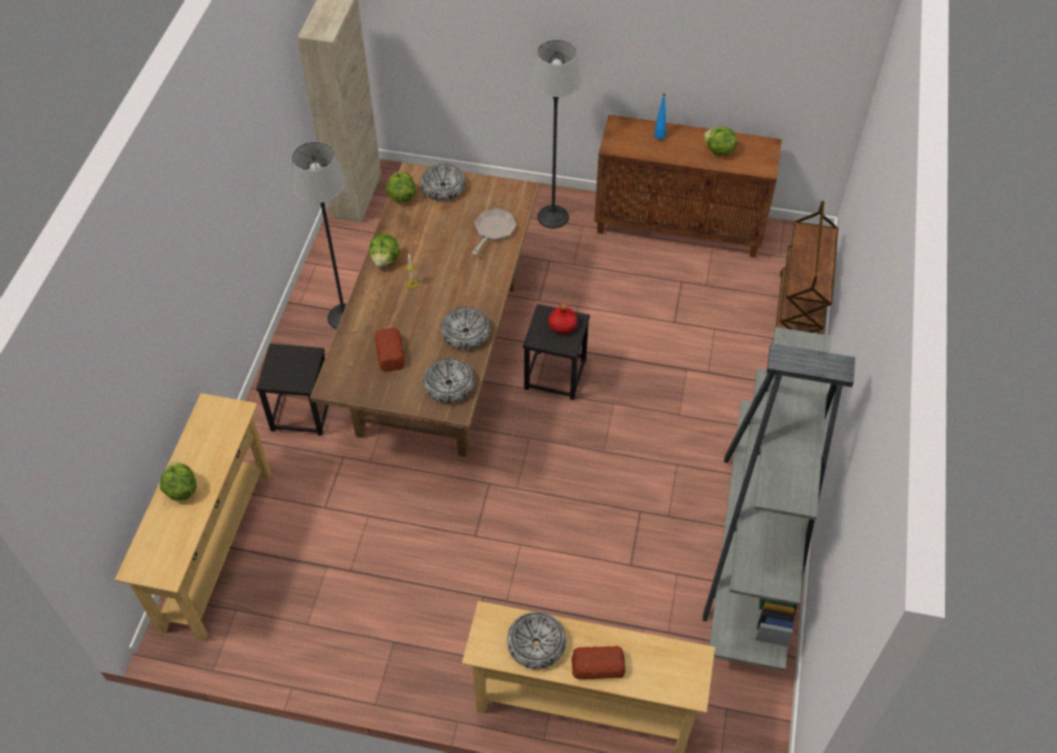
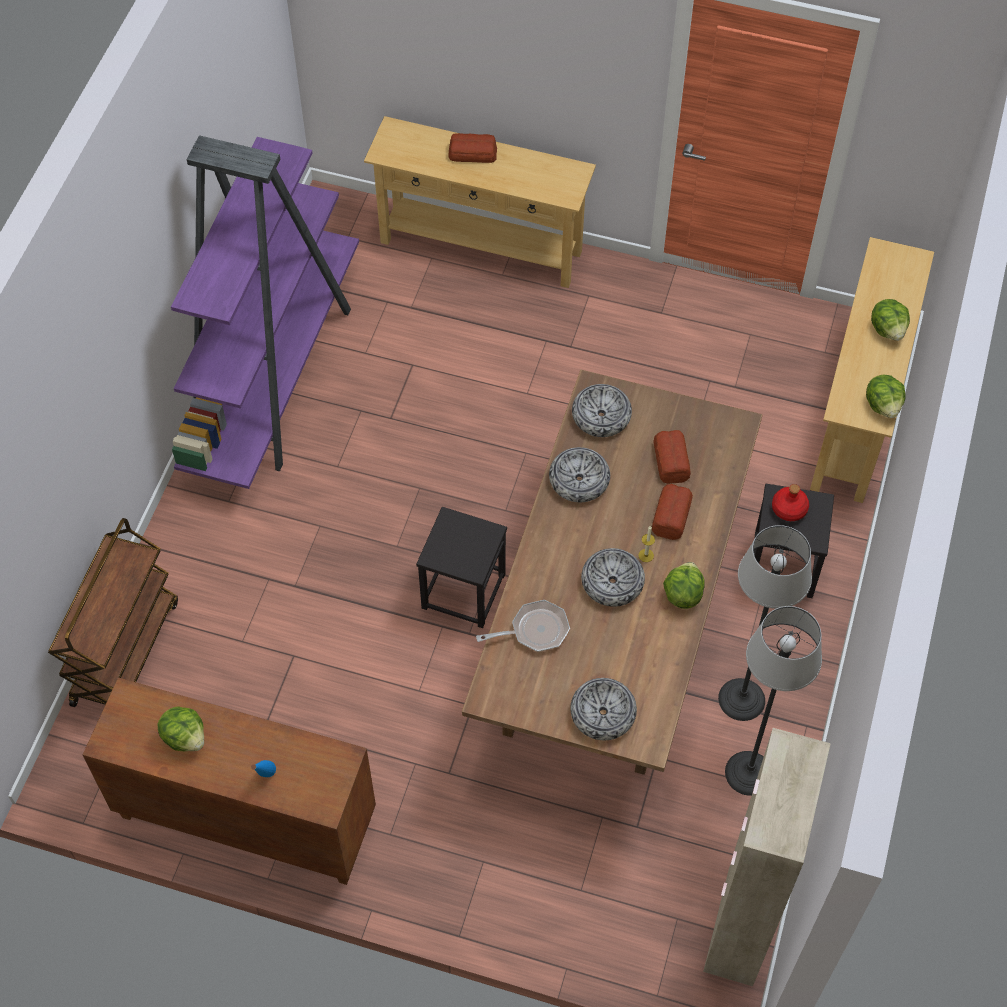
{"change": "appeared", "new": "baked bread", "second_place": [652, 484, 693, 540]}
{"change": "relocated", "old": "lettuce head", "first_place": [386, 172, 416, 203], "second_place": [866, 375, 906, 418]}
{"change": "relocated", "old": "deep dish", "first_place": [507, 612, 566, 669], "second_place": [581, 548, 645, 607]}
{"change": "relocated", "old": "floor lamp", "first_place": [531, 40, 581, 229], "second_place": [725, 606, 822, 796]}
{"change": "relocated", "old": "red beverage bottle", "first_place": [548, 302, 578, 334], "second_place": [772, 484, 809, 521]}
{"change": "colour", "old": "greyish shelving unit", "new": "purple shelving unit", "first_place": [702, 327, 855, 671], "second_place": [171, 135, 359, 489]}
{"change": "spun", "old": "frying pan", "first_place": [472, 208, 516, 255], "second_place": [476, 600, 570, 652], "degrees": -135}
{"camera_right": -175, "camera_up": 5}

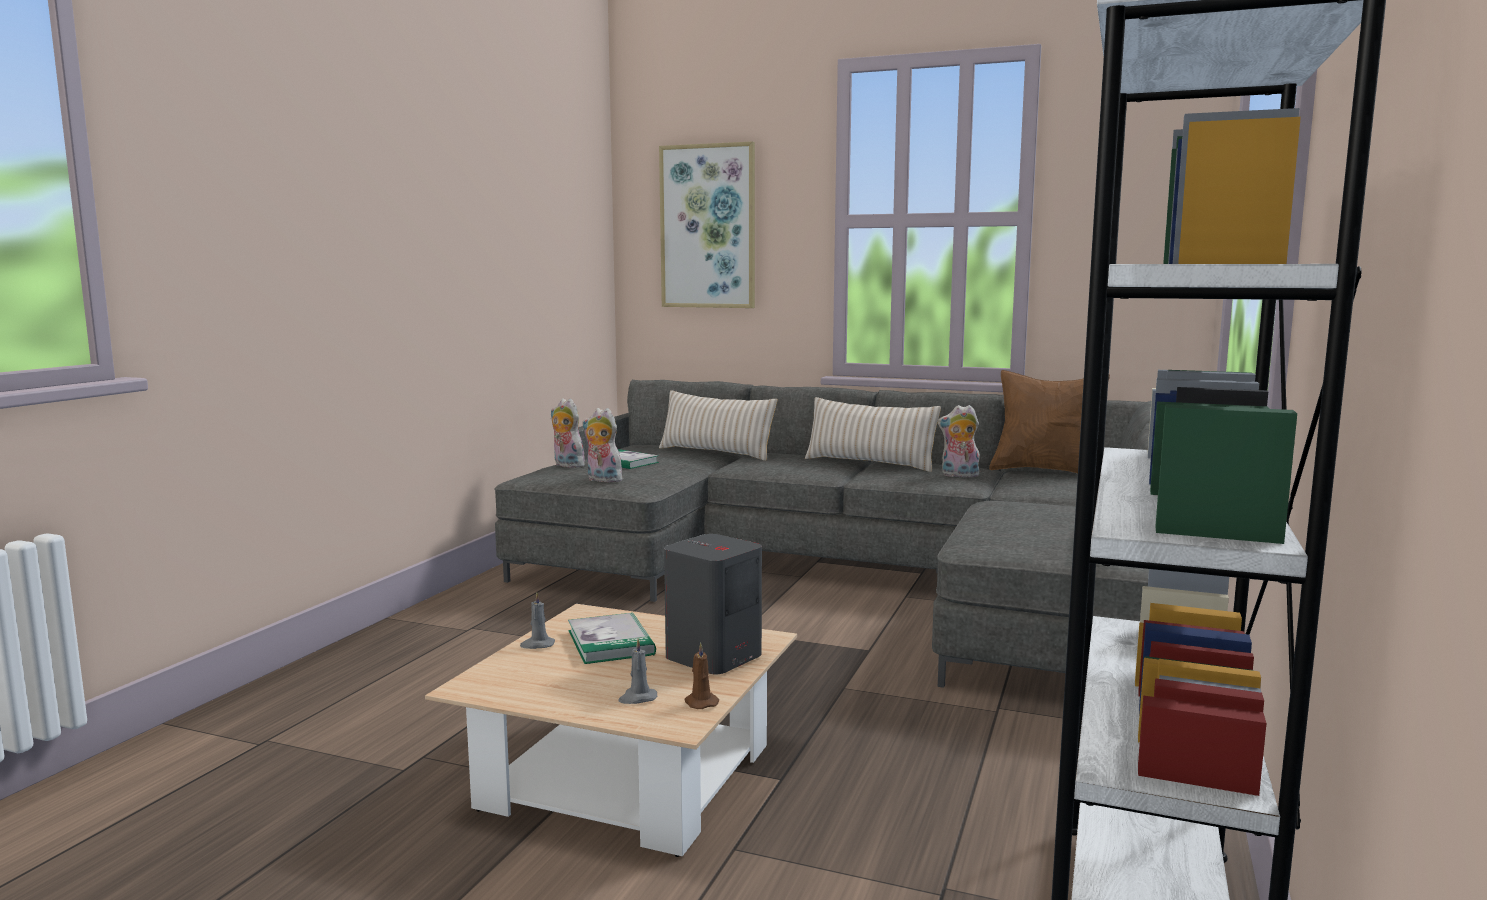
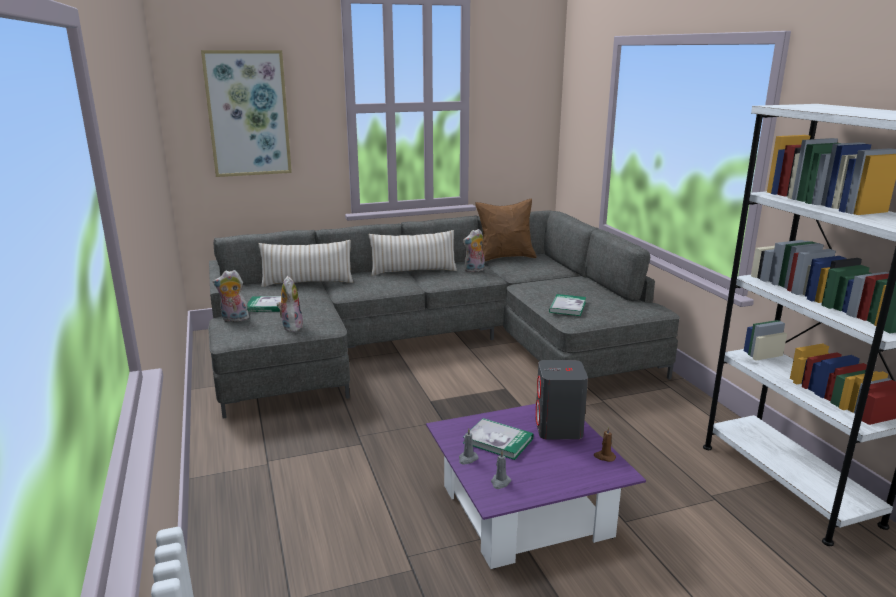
{"change": "appeared", "new": "book", "second_place": [549, 294, 586, 316]}
{"change": "relocated", "old": "greyish wax light", "first_place": [619, 638, 657, 704], "second_place": [491, 451, 511, 489]}
{"change": "colour", "old": "beige lounge table", "new": "purple lounge table", "first_place": [425, 604, 797, 857], "second_place": [426, 404, 646, 569]}
{"change": "spun", "old": "plush toy", "first_place": [582, 408, 623, 483], "second_place": [277, 276, 304, 332], "degrees": 90}
{"camera_right": -40, "camera_up": 10}

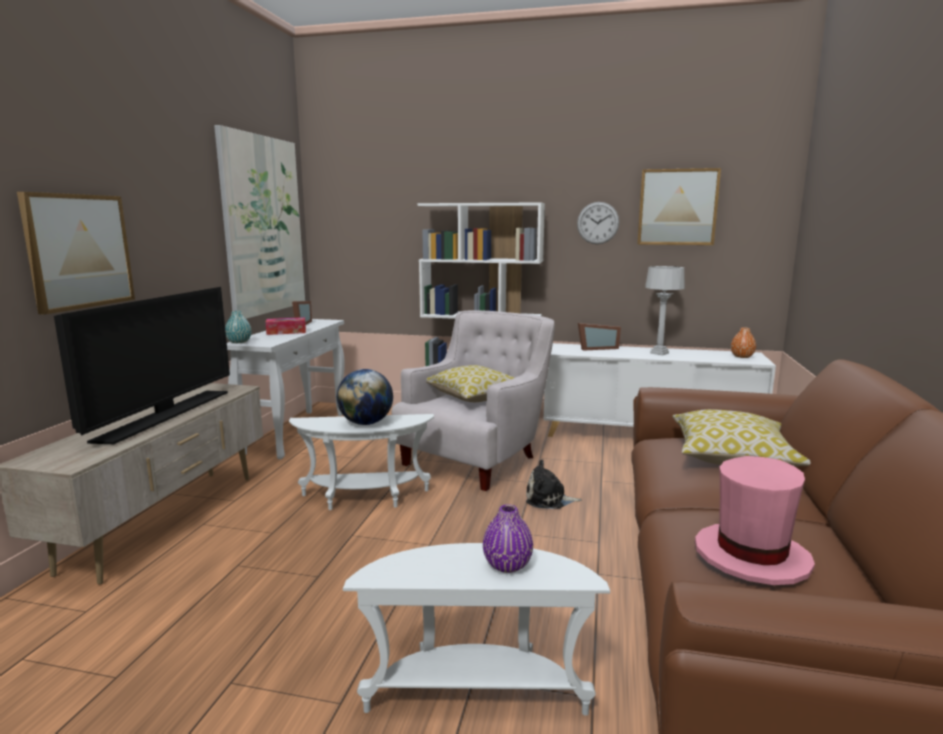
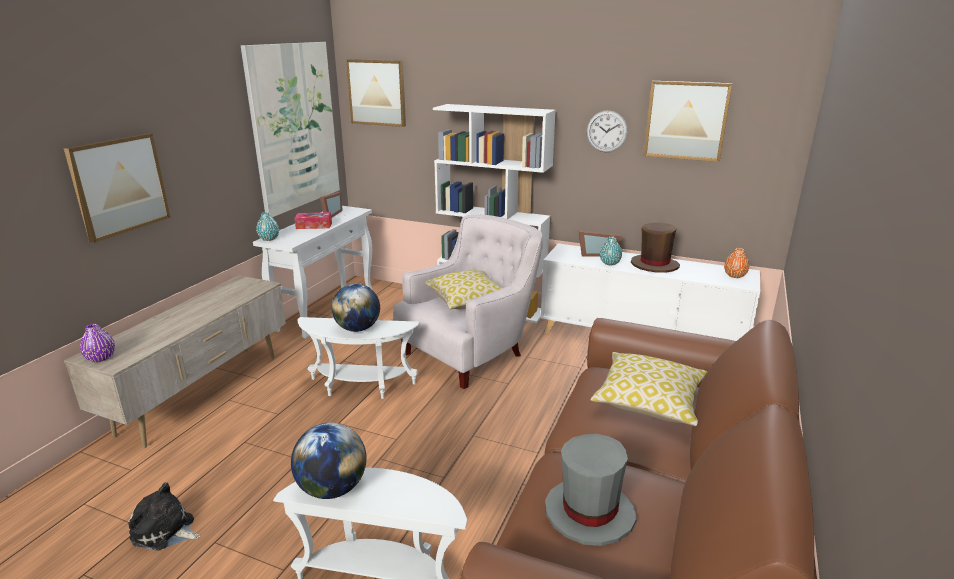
{"change": "missing", "old": "TV set", "first_place": [54, 287, 230, 444]}
{"change": "appeared", "new": "globe", "second_place": [291, 422, 366, 499]}
{"change": "appeared", "new": "wall art", "second_place": [346, 59, 406, 127]}
{"change": "appeared", "new": "turquoise-coloured flower vase", "second_place": [600, 236, 622, 265]}
{"change": "relocated", "old": "purple flower vase", "first_place": [483, 504, 533, 573], "second_place": [80, 323, 115, 362]}
{"change": "relocated", "old": "plush toy", "first_place": [526, 460, 582, 509], "second_place": [128, 483, 200, 551]}
{"change": "exchanged", "old": "greyish table lamp", "new": "brown-coloured clothing hat", "first_place": [645, 266, 685, 356], "second_place": [631, 222, 680, 273]}
{"change": "colour", "old": "pink-coloured clothing hat", "new": "greyish clothing hat", "first_place": [695, 456, 815, 585], "second_place": [545, 434, 637, 546]}
{"camera_right": 10, "camera_up": 10}

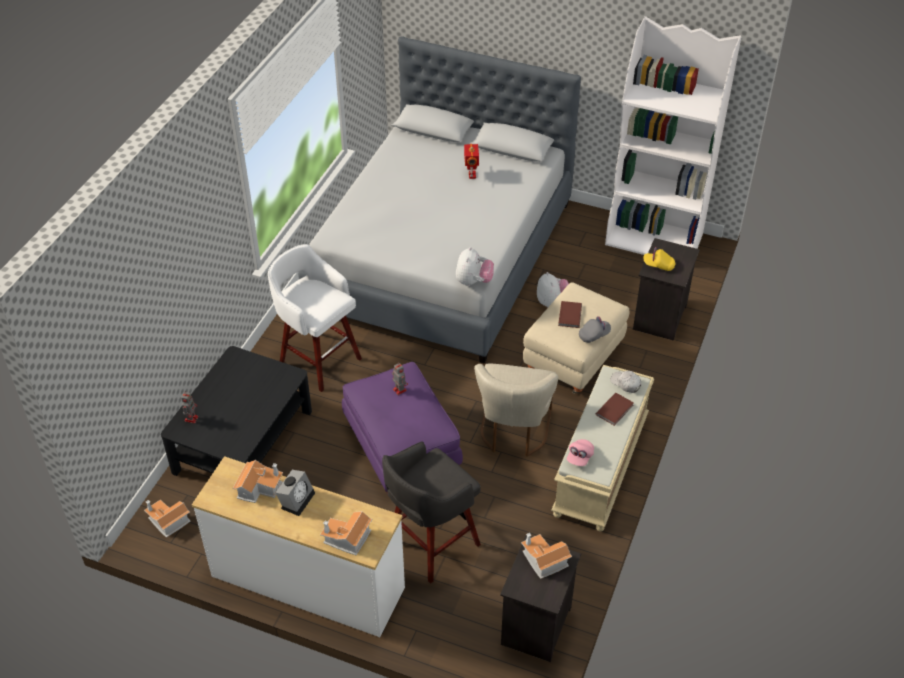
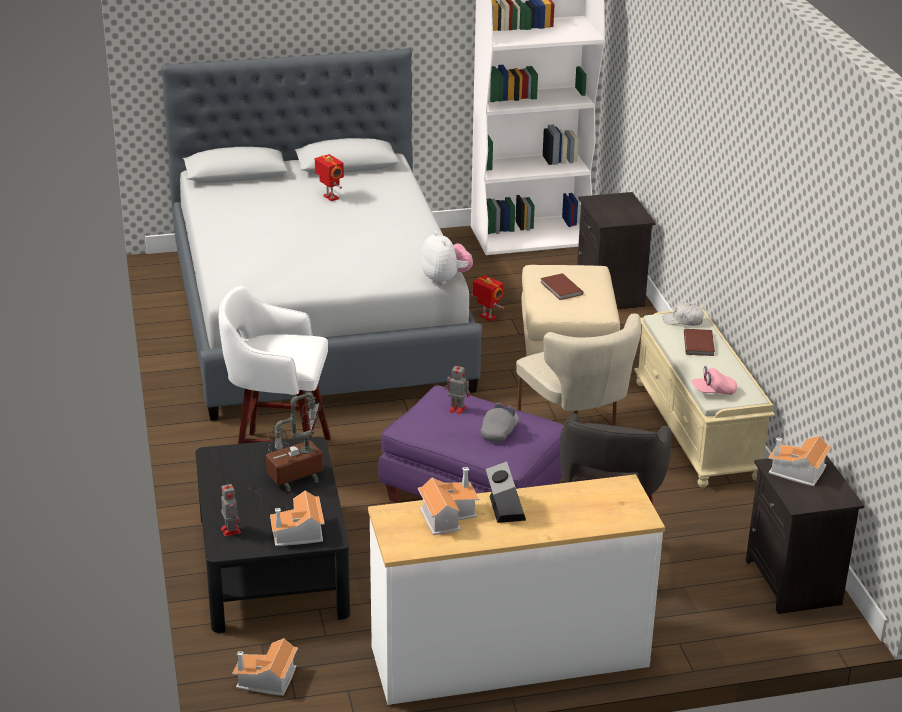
{"change": "missing", "old": "yellow-coloured baseball cap", "first_place": [643, 247, 675, 271]}
{"change": "appeared", "new": "table lamp", "second_place": [247, 392, 323, 511]}
{"change": "relocated", "old": "toy house", "first_place": [320, 511, 372, 555], "second_place": [270, 491, 325, 546]}
{"change": "relocated", "old": "greyish baseball cap", "first_place": [579, 316, 611, 343], "second_place": [481, 402, 519, 442]}
{"change": "exchanged", "old": "plush toy", "new": "model robot", "first_place": [537, 272, 569, 307], "second_place": [471, 275, 504, 321]}
{"change": "spun", "old": "pink-coloured baseball cap", "first_place": [567, 439, 594, 466], "second_place": [691, 366, 737, 395], "degrees": 90}
{"camera_right": -35, "camera_up": -15}

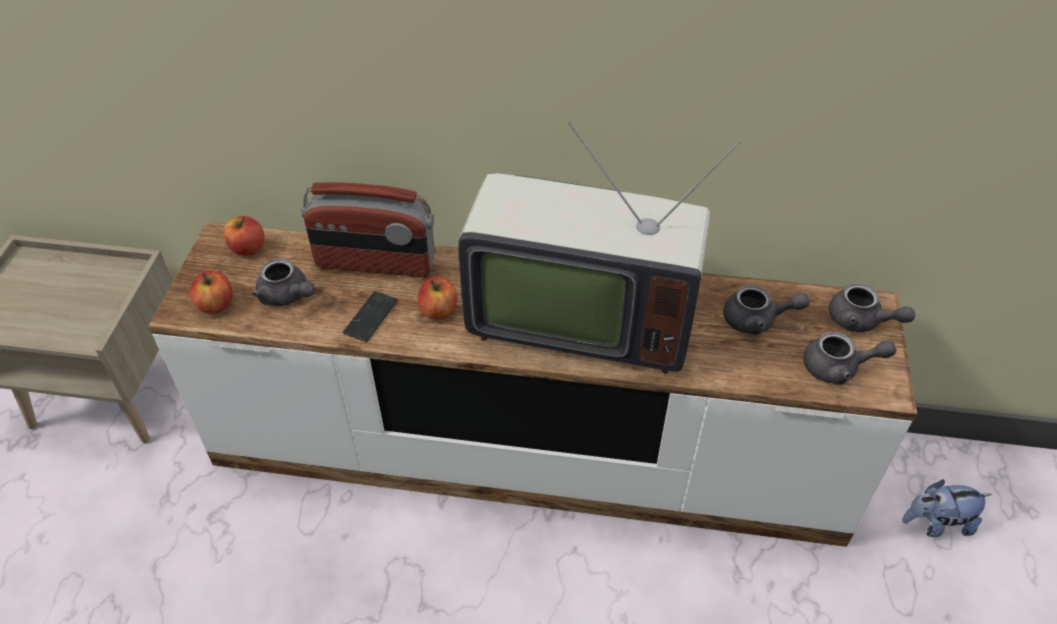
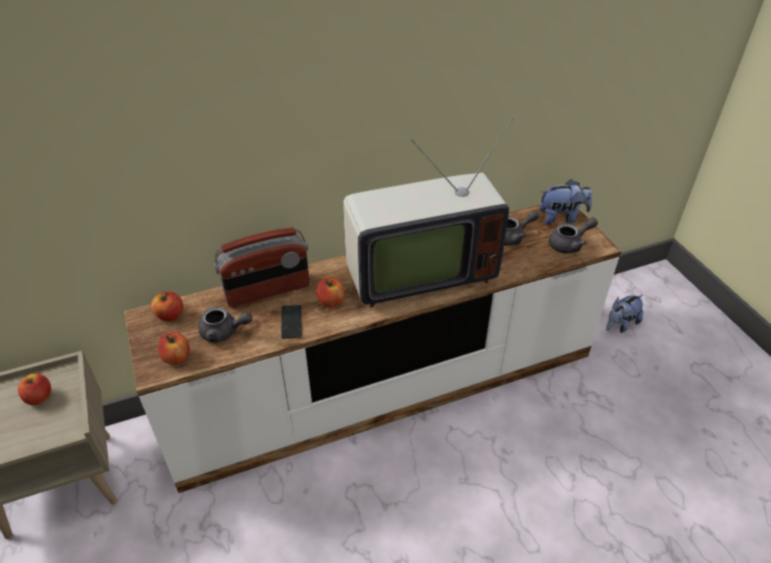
{"change": "appeared", "new": "apple fruit", "second_place": [18, 373, 51, 405]}
{"change": "exchanged", "old": "greyish pot for tea", "new": "plush toy", "first_place": [829, 283, 915, 332], "second_place": [539, 179, 593, 225]}
{"camera_right": -30, "camera_up": -5}

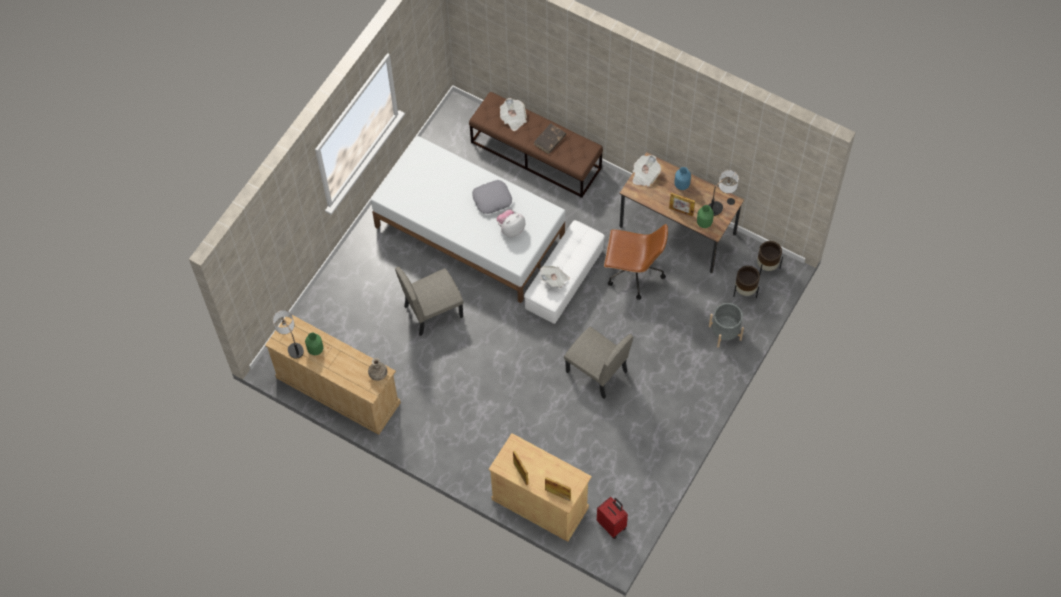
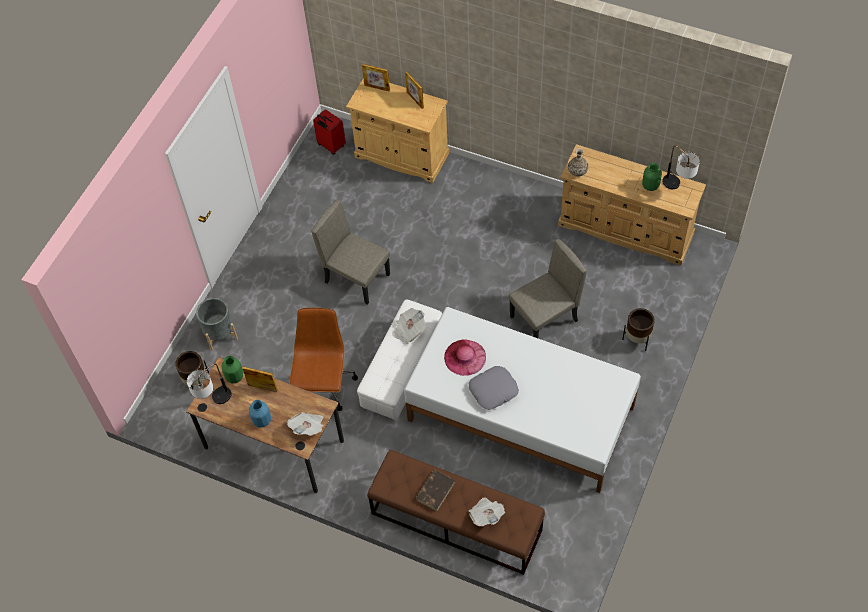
{"change": "relocated", "old": "brown-coloured flower pot", "first_place": [757, 241, 783, 274], "second_place": [622, 308, 655, 351]}
{"change": "exchanged", "old": "plush toy", "new": "pink-coloured clothing hat", "first_place": [496, 209, 525, 237], "second_place": [444, 339, 486, 376]}
{"change": "spun", "old": "brown-coloured computer chair", "first_place": [604, 224, 668, 300], "second_place": [289, 307, 358, 411], "degrees": 90}
{"camera_right": 175, "camera_up": -5}

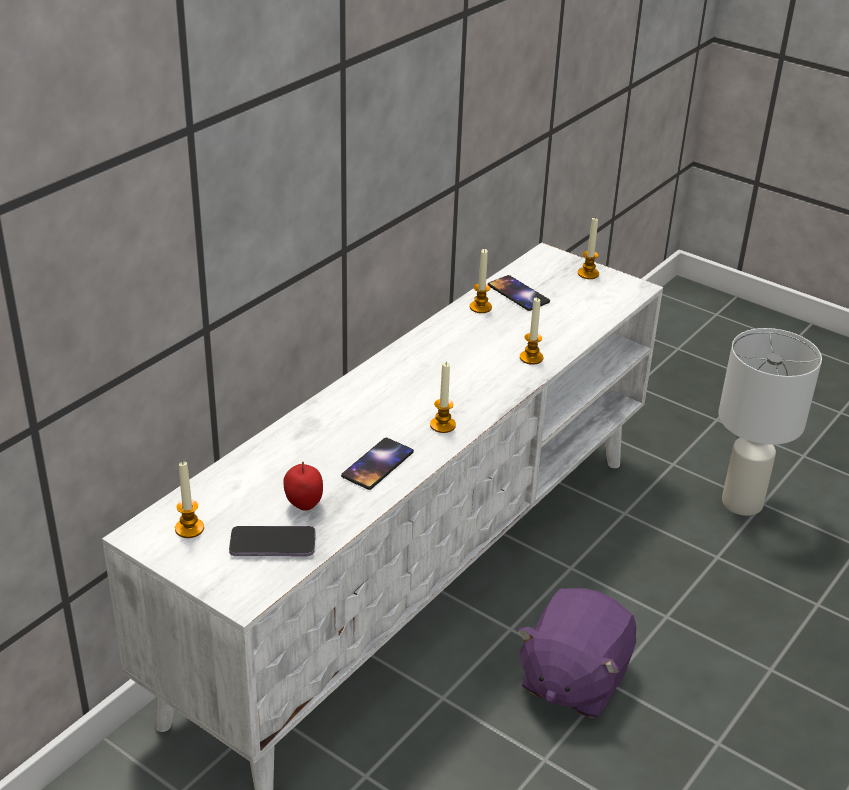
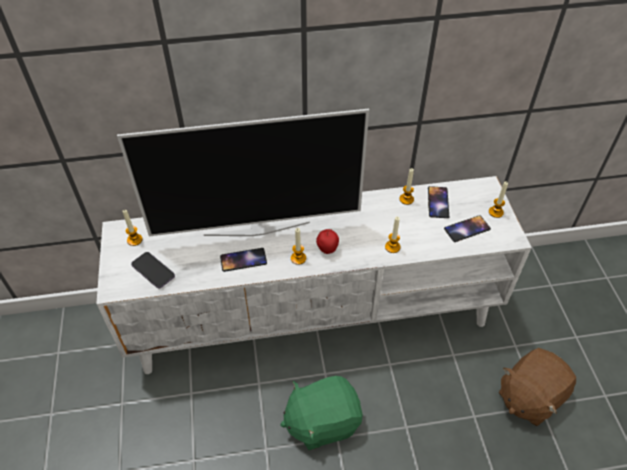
{"change": "appeared", "new": "TV set", "second_place": [117, 109, 369, 236]}
{"change": "appeared", "new": "phone", "second_place": [444, 215, 491, 242]}
{"change": "relocated", "old": "apple fruit", "first_place": [283, 462, 323, 511], "second_place": [316, 229, 339, 254]}
{"change": "exchanged", "old": "white-coloured table lamp", "new": "brown-coloured plush toy", "first_place": [718, 328, 822, 516], "second_place": [499, 348, 576, 426]}
{"change": "colour", "old": "purple plush toy", "new": "green plush toy", "first_place": [516, 588, 636, 718], "second_place": [280, 376, 363, 450]}
{"camera_right": 45, "camera_up": 15}

